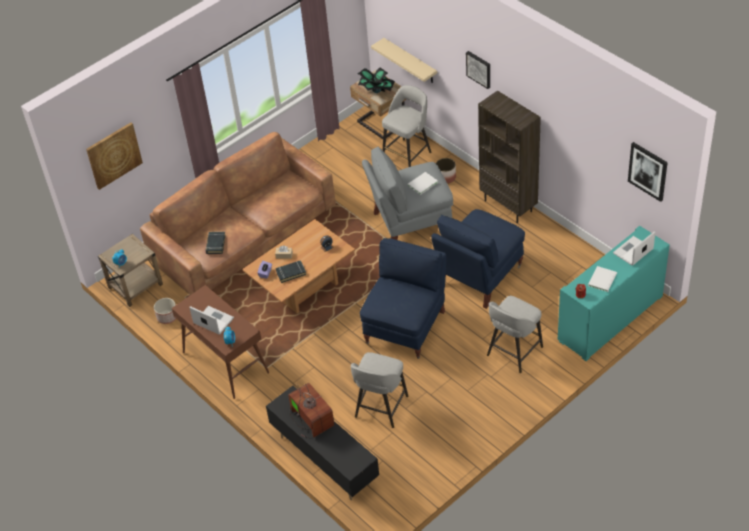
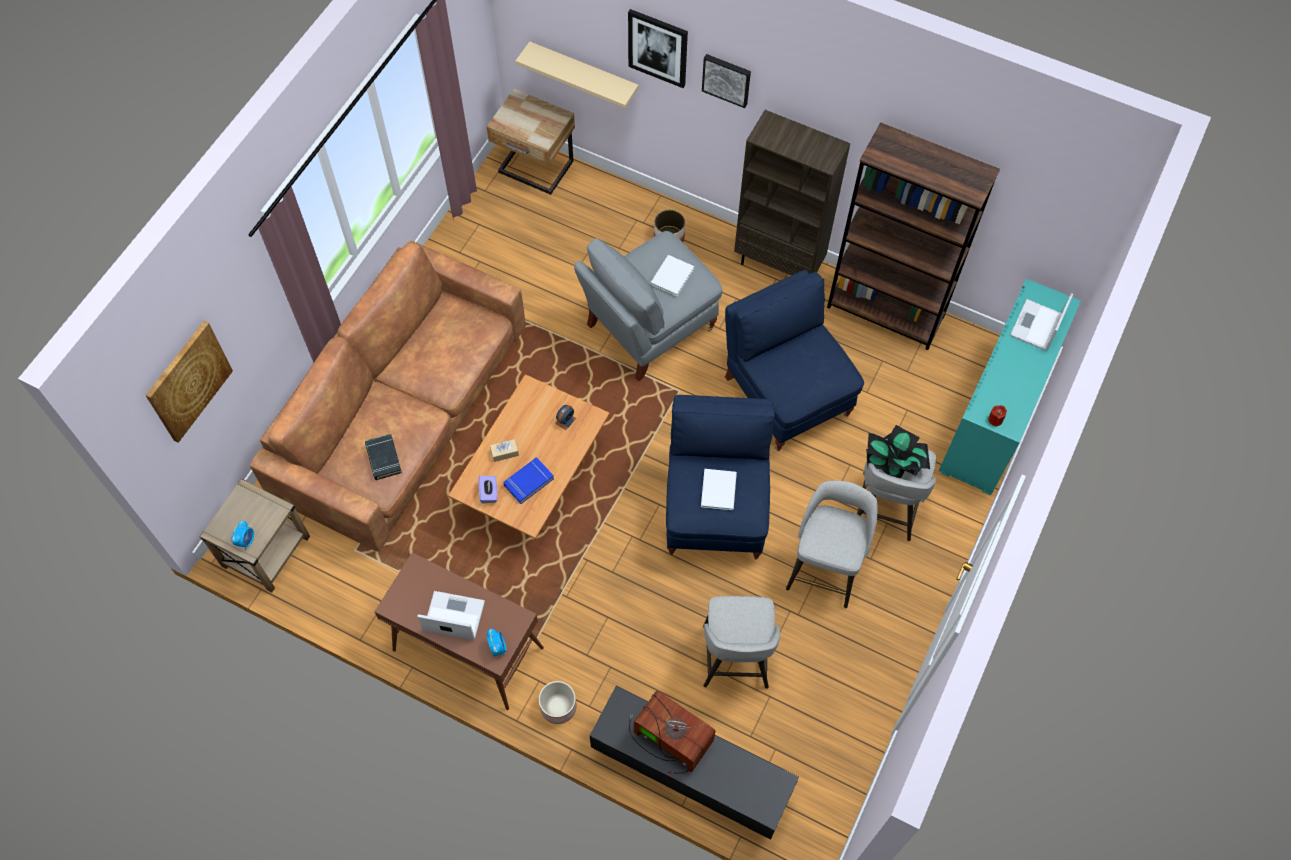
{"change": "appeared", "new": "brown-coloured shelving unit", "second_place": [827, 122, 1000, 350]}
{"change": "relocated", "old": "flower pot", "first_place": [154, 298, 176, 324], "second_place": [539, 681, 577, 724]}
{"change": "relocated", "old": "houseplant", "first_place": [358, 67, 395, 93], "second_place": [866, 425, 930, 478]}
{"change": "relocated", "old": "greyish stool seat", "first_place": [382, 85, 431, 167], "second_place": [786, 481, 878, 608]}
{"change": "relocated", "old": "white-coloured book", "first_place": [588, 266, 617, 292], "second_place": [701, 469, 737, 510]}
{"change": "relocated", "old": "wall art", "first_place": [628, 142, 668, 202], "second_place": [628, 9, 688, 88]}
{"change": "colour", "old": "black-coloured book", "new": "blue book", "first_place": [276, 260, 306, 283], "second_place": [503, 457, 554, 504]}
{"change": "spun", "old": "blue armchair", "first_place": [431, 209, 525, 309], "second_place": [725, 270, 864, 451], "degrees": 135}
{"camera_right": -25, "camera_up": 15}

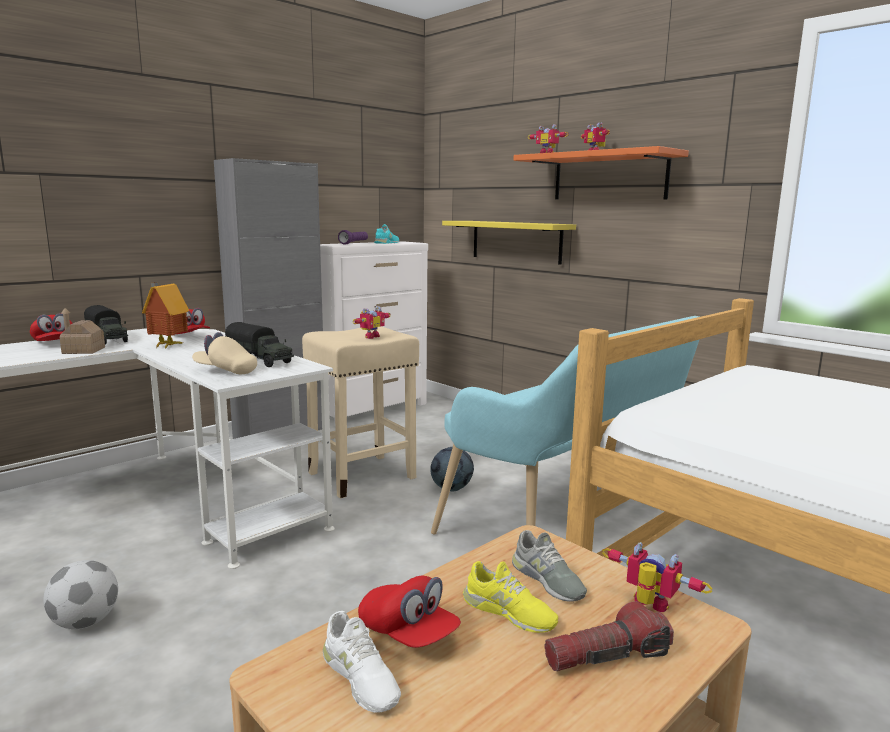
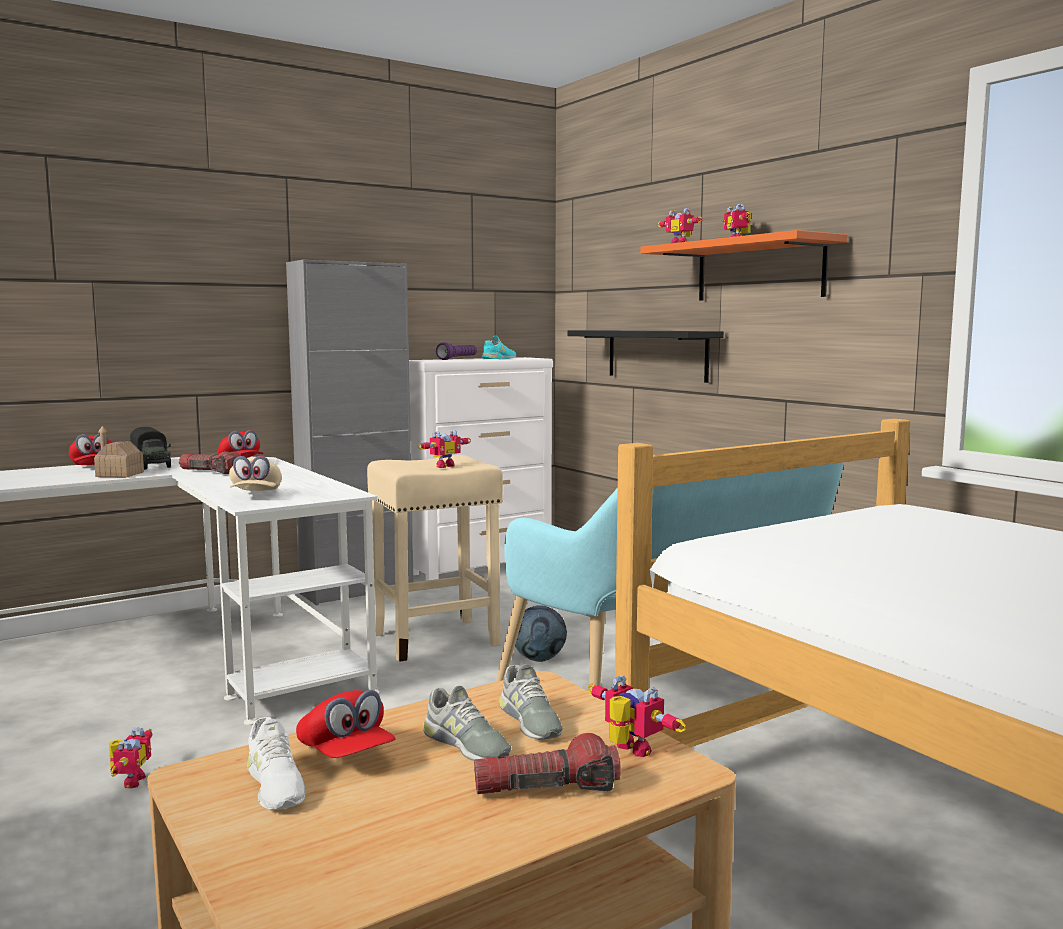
{"change": "missing", "old": "football", "first_place": [43, 560, 118, 629]}
{"change": "missing", "old": "toy lorry", "first_place": [225, 322, 294, 367]}
{"change": "appeared", "new": "model robot", "second_place": [109, 727, 152, 789]}
{"change": "exchanged", "old": "toy house", "new": "torch", "first_place": [142, 282, 189, 348], "second_place": [179, 452, 241, 474]}
{"change": "colour", "old": "yellow-coloured wall shelf", "new": "black-coloured wall shelf", "first_place": [442, 221, 576, 265], "second_place": [567, 330, 724, 383]}
{"change": "colour", "old": "yellow-coloured item of footwear", "new": "greyish item of footwear", "first_place": [463, 561, 558, 633], "second_place": [423, 686, 511, 761]}
{"change": "spun", "old": "beige baseball cap", "first_place": [192, 332, 257, 374], "second_place": [229, 456, 282, 491], "degrees": -120}
{"camera_right": 10, "camera_up": -5}

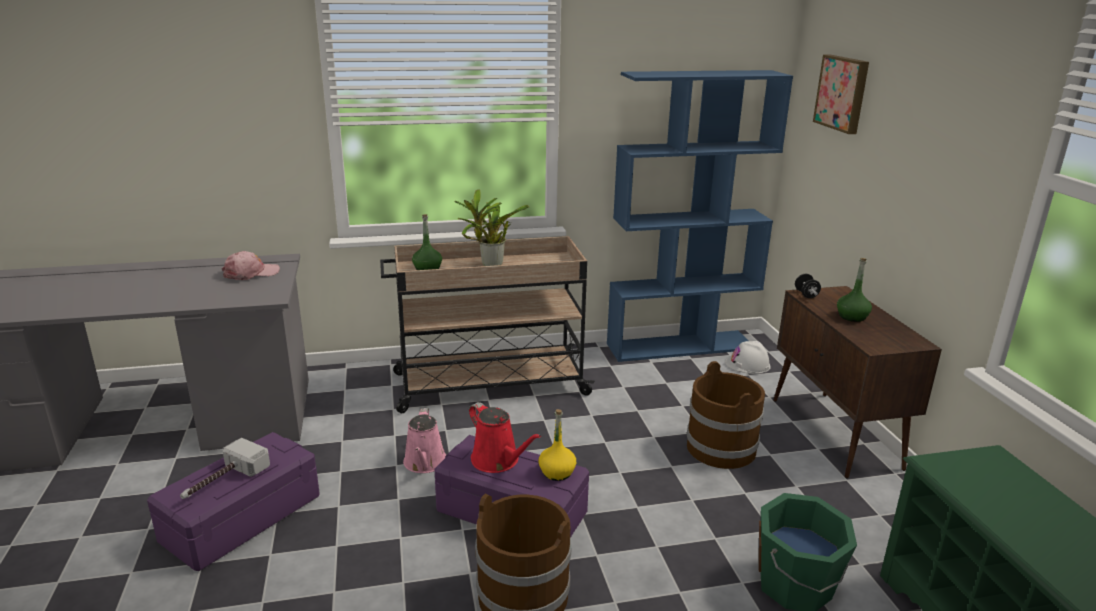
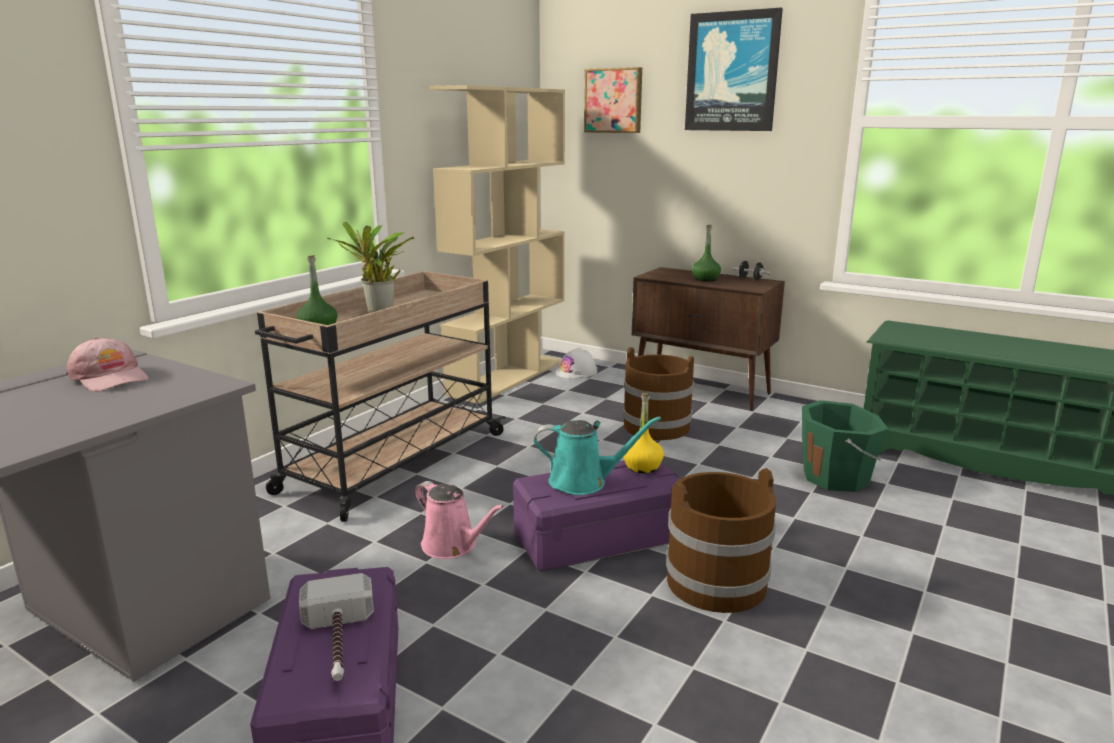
{"change": "appeared", "new": "wall art", "second_place": [685, 8, 783, 131]}
{"change": "relocated", "old": "black-coloured dumbbell", "first_place": [795, 274, 821, 298], "second_place": [732, 261, 770, 281]}
{"change": "colour", "old": "red watering pot", "new": "turquoise-coloured watering pot", "first_place": [469, 402, 541, 473], "second_place": [534, 417, 661, 495]}
{"change": "colour", "old": "blue shelving unit", "new": "beige shelving unit", "first_place": [607, 70, 793, 362], "second_place": [429, 85, 565, 404]}
{"change": "spun", "old": "pink-coloured baseball cap", "first_place": [222, 251, 280, 280], "second_place": [66, 337, 149, 392], "degrees": 120}
{"camera_right": -45, "camera_up": -5}

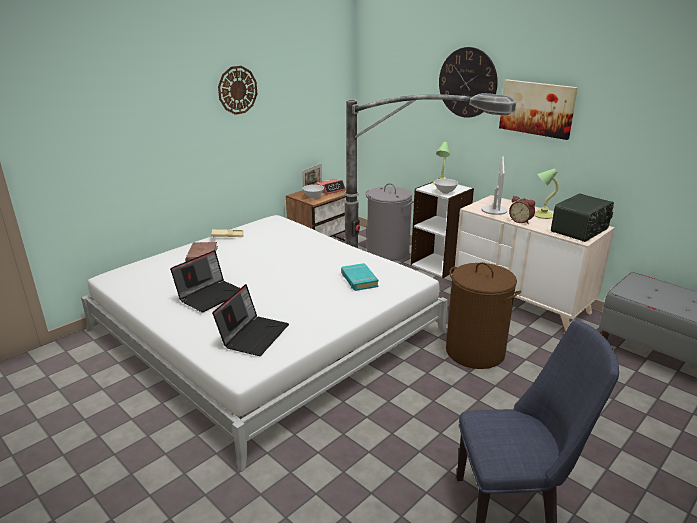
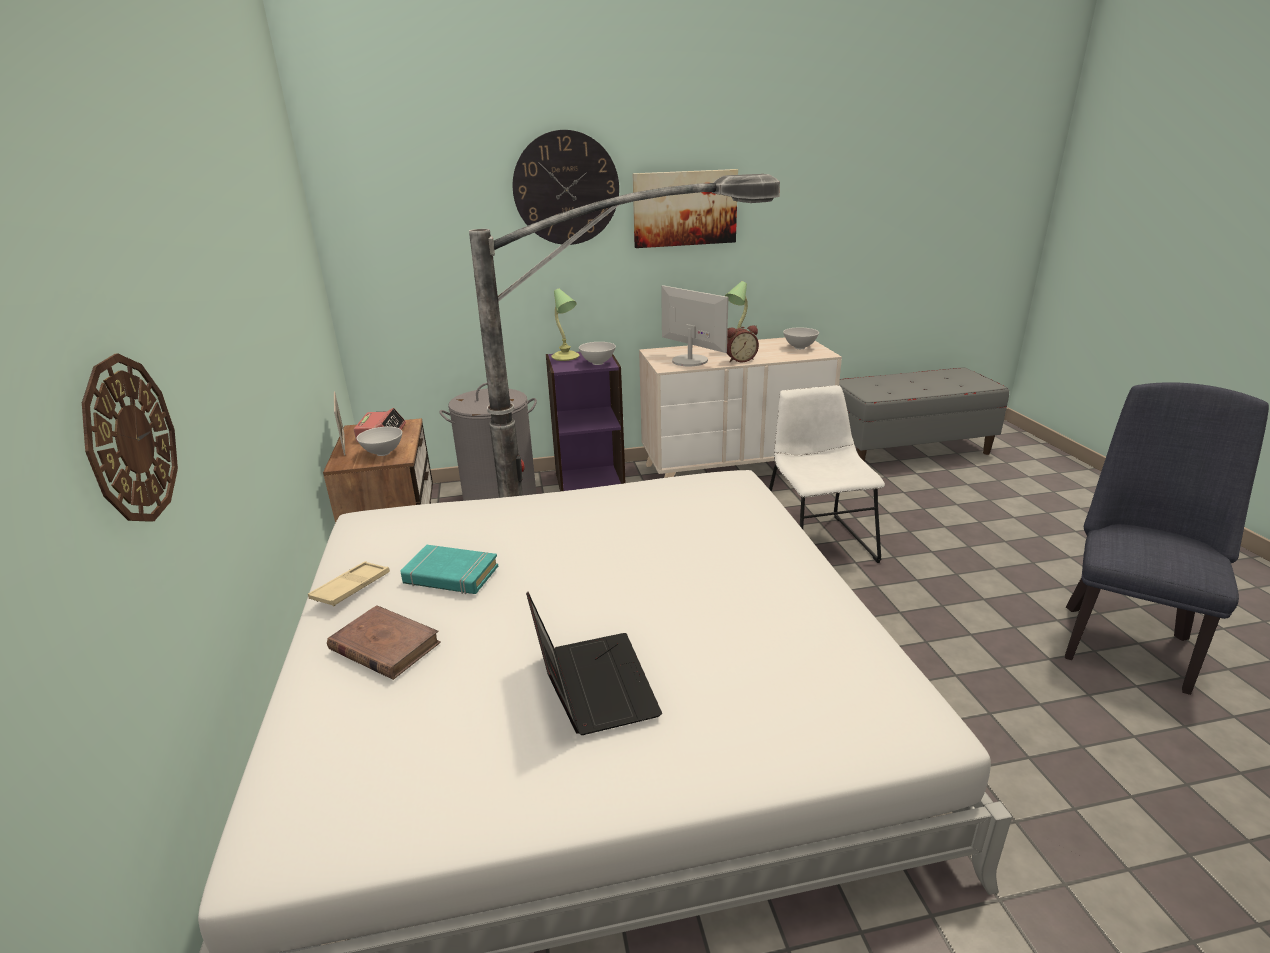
{"change": "missing", "old": "laptop", "first_place": [212, 284, 289, 356]}
{"change": "relocated", "old": "hanging clock", "first_place": [218, 66, 257, 115], "second_place": [82, 353, 178, 522]}
{"change": "relocated", "old": "turquoise-coloured book", "first_place": [341, 263, 379, 291], "second_place": [400, 545, 498, 594]}
{"change": "exchanged", "old": "brown-coloured laundry basket", "new": "white-coloured upright chair", "first_place": [446, 262, 521, 369], "second_place": [769, 385, 885, 563]}
{"change": "exchanged", "old": "radio", "new": "white-coloured deep dish", "first_place": [551, 194, 614, 242], "second_place": [783, 328, 819, 349]}
{"change": "colour", "old": "white-coloured shelving unit", "new": "purple shelving unit", "first_place": [411, 182, 474, 278], "second_place": [546, 352, 626, 491]}
{"camera_right": -55, "camera_up": 0}

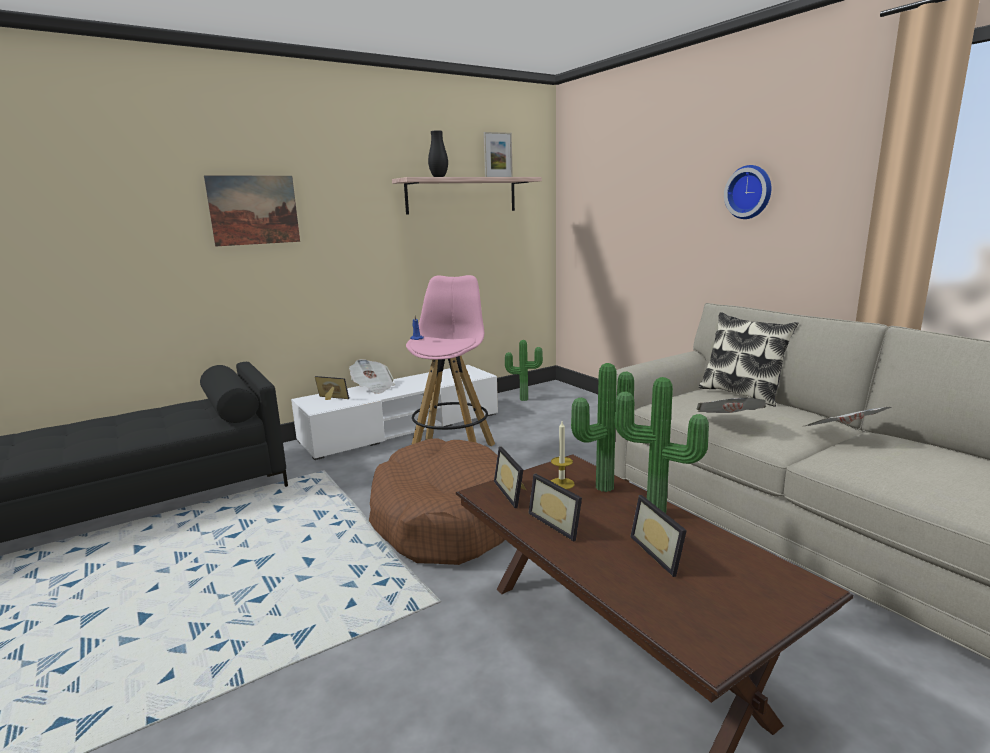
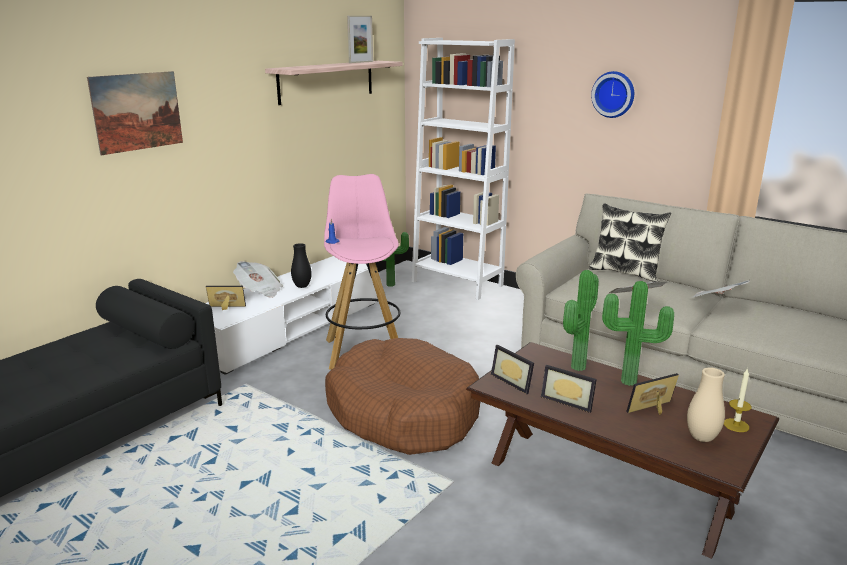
{"change": "appeared", "new": "white-coloured shelving unit", "second_place": [412, 38, 515, 300]}
{"change": "appeared", "new": "beige flower vase", "second_place": [687, 367, 725, 442]}
{"change": "relocated", "old": "black-coloured flower vase", "first_place": [428, 130, 448, 177], "second_place": [291, 243, 312, 288]}
{"change": "relocated", "old": "wax light", "first_place": [551, 421, 575, 490], "second_place": [724, 368, 752, 432]}
{"change": "spun", "old": "photo frame", "first_place": [630, 495, 687, 577], "second_place": [626, 373, 679, 415], "degrees": 105}
{"camera_right": -20, "camera_up": 5}

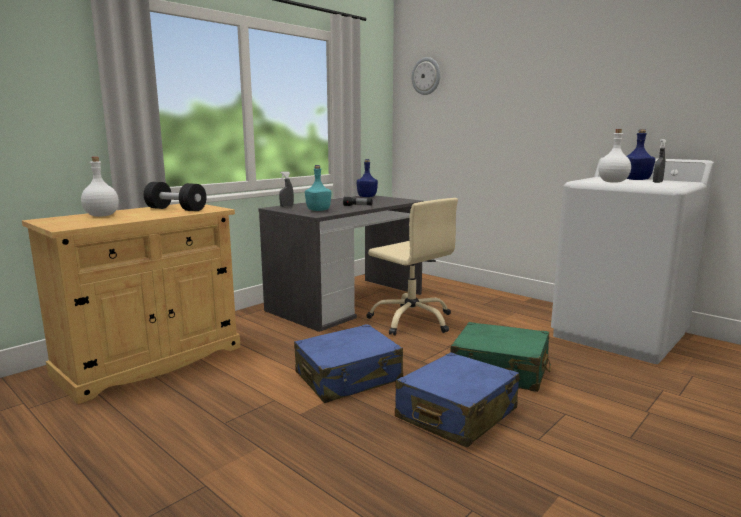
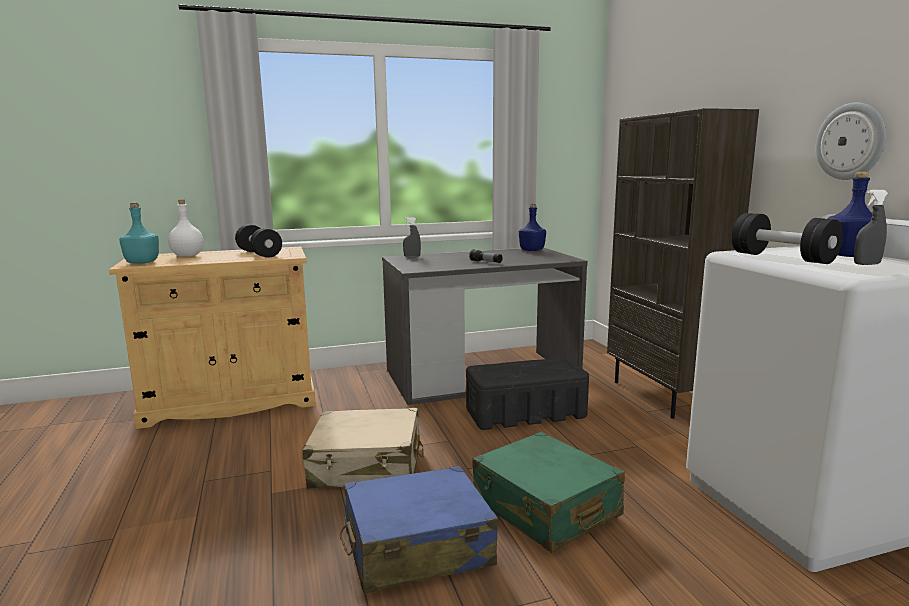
{"change": "appeared", "new": "brown-coloured shelving unit", "second_place": [607, 108, 759, 419]}
{"change": "relocated", "old": "turquoise-coloured beverage bottle", "first_place": [305, 165, 331, 211], "second_place": [119, 203, 159, 264]}
{"change": "relocated", "old": "hanging clock", "first_place": [412, 57, 441, 95], "second_place": [816, 102, 886, 180]}
{"change": "exchanged", "old": "beige computer chair", "new": "black-coloured storage box", "first_place": [366, 198, 458, 335], "second_place": [466, 357, 589, 430]}
{"change": "exchanged", "old": "white-coloured beverage bottle", "new": "black-coloured dumbbell", "first_place": [598, 129, 631, 183], "second_place": [732, 213, 843, 264]}
{"change": "colour", "old": "blue suitcase", "new": "beige suitcase", "first_place": [294, 324, 403, 403], "second_place": [302, 408, 424, 488]}
{"camera_right": 30, "camera_up": 0}

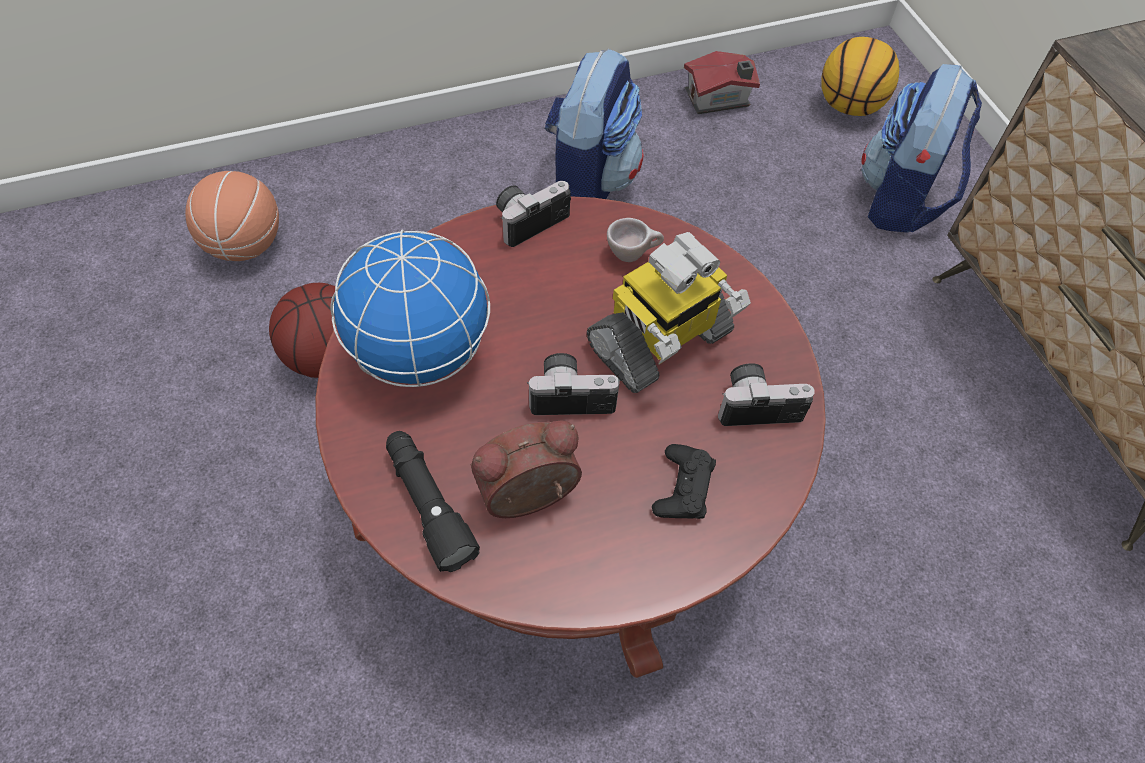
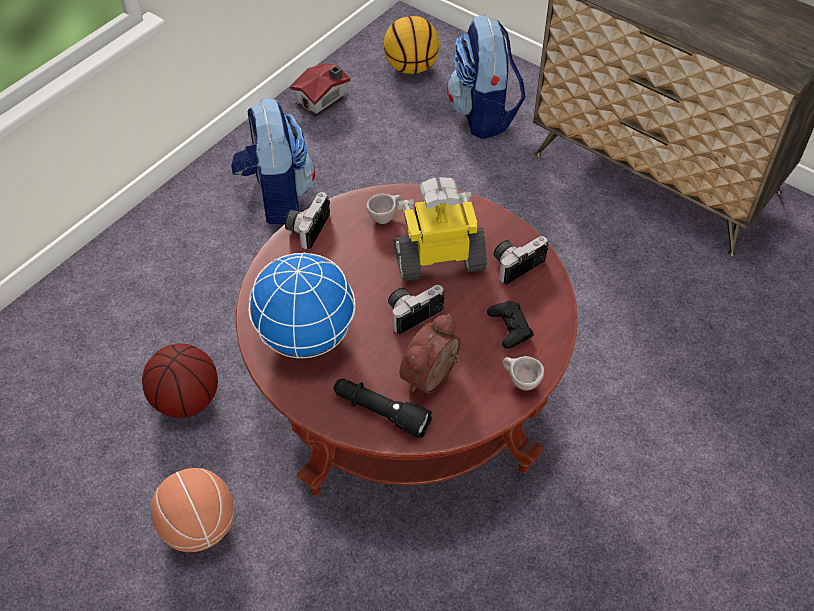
{"change": "appeared", "new": "beige small cup", "second_place": [503, 356, 544, 390]}
{"change": "relocated", "old": "basketball", "first_place": [185, 171, 279, 261], "second_place": [151, 468, 234, 552]}
{"change": "spun", "old": "model robot", "first_place": [587, 232, 751, 393], "second_place": [394, 177, 487, 281], "degrees": -120}
{"camera_right": -30, "camera_up": -5}

